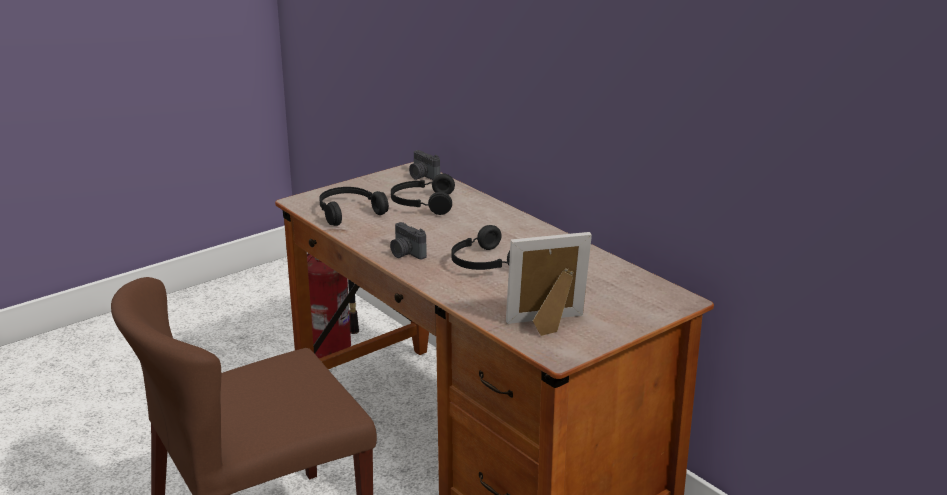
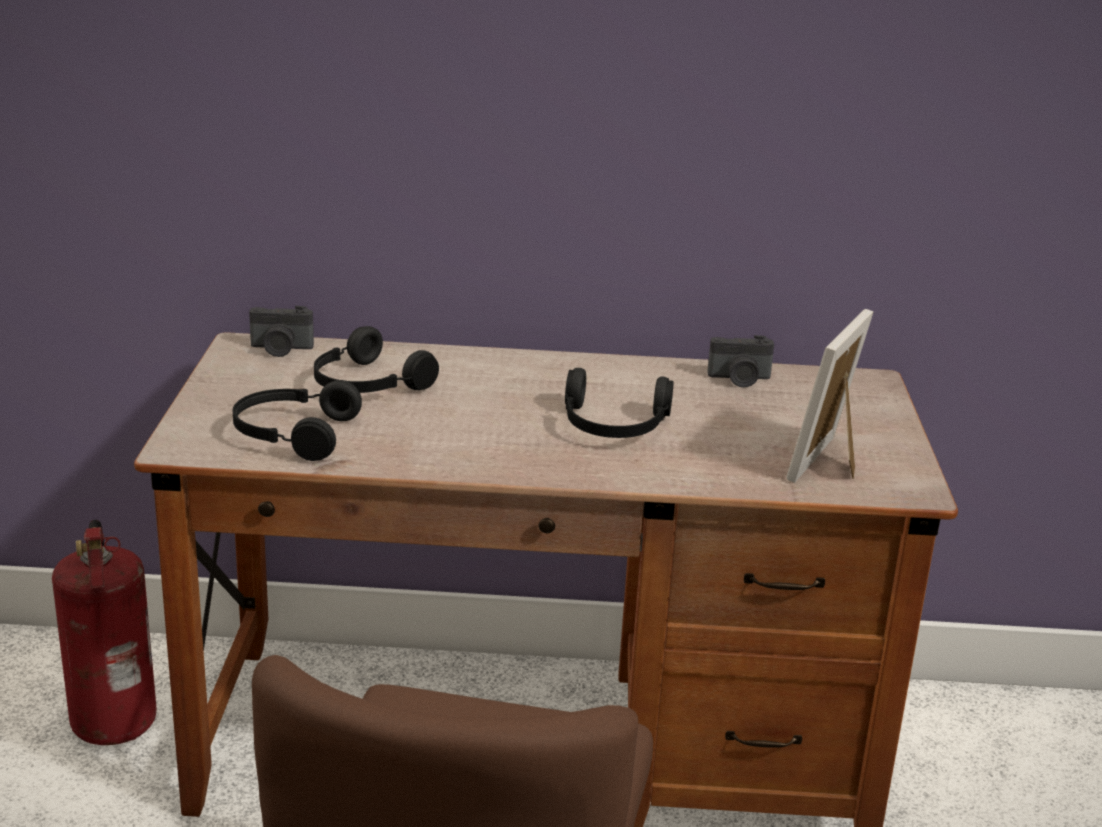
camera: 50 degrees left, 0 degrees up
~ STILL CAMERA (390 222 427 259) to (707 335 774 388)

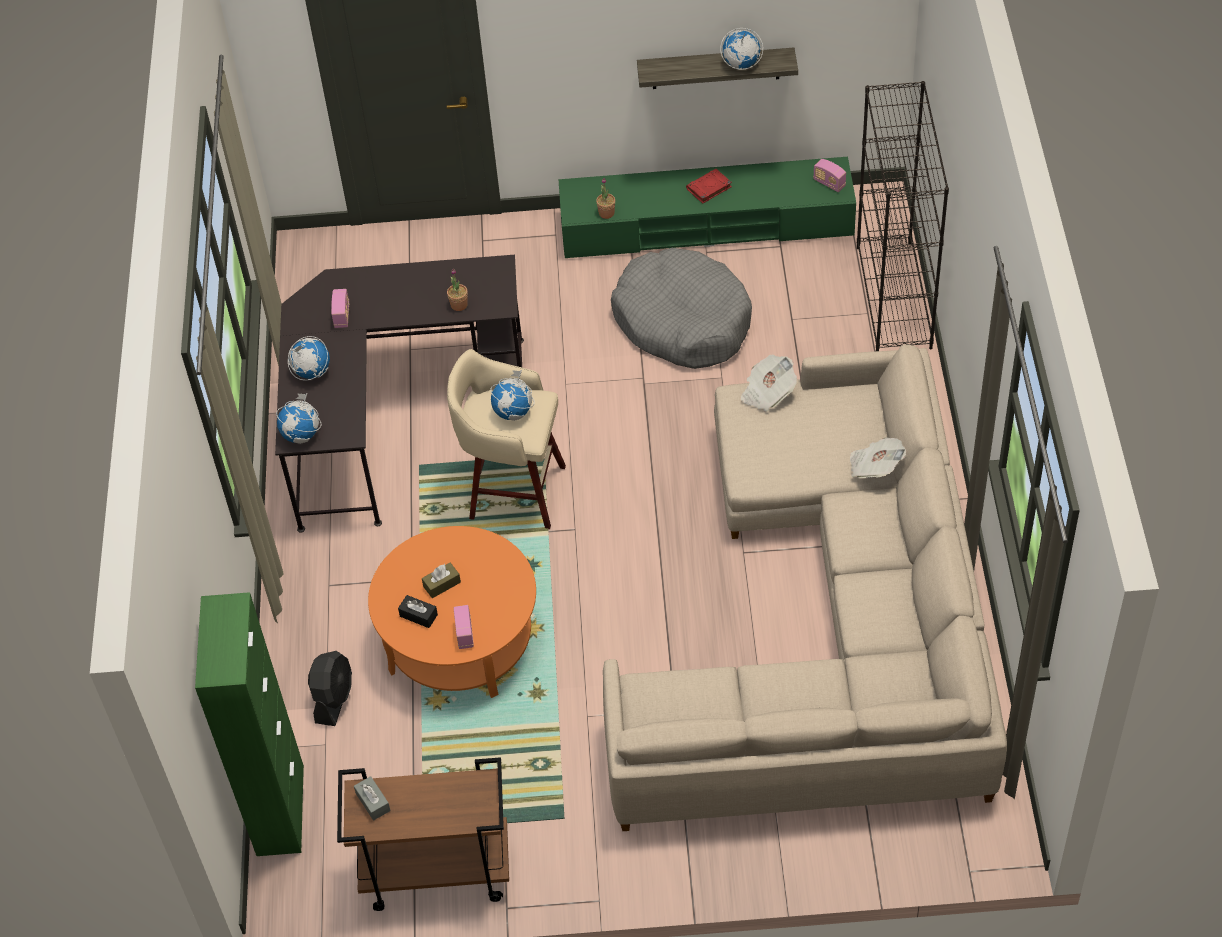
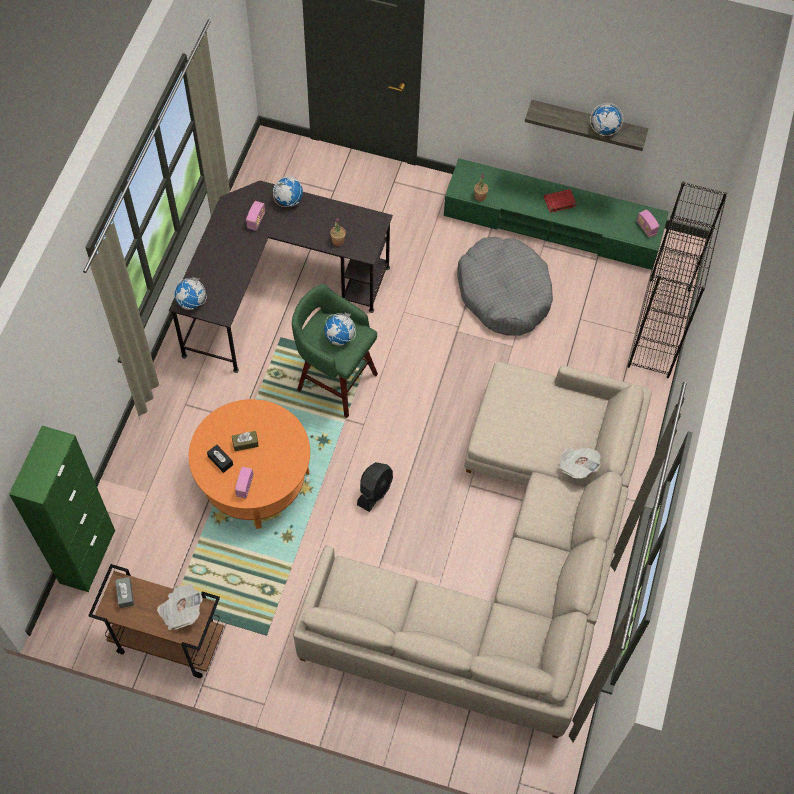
camera: 15 degrees right, 10 degrees up
~ WORLD GLOBE (288 336 330 380) to (273 176 303 207)
~ BLACKISH ELECTRIC FAN (308 651 352 726) to (357 462 393 512)
~ BEIGE STOOL (447 349 566 529) to GREENISH STOOL (292 284 378 418)
~ NEWSPAPER (740 354 797 412) to (157 584 203 630)

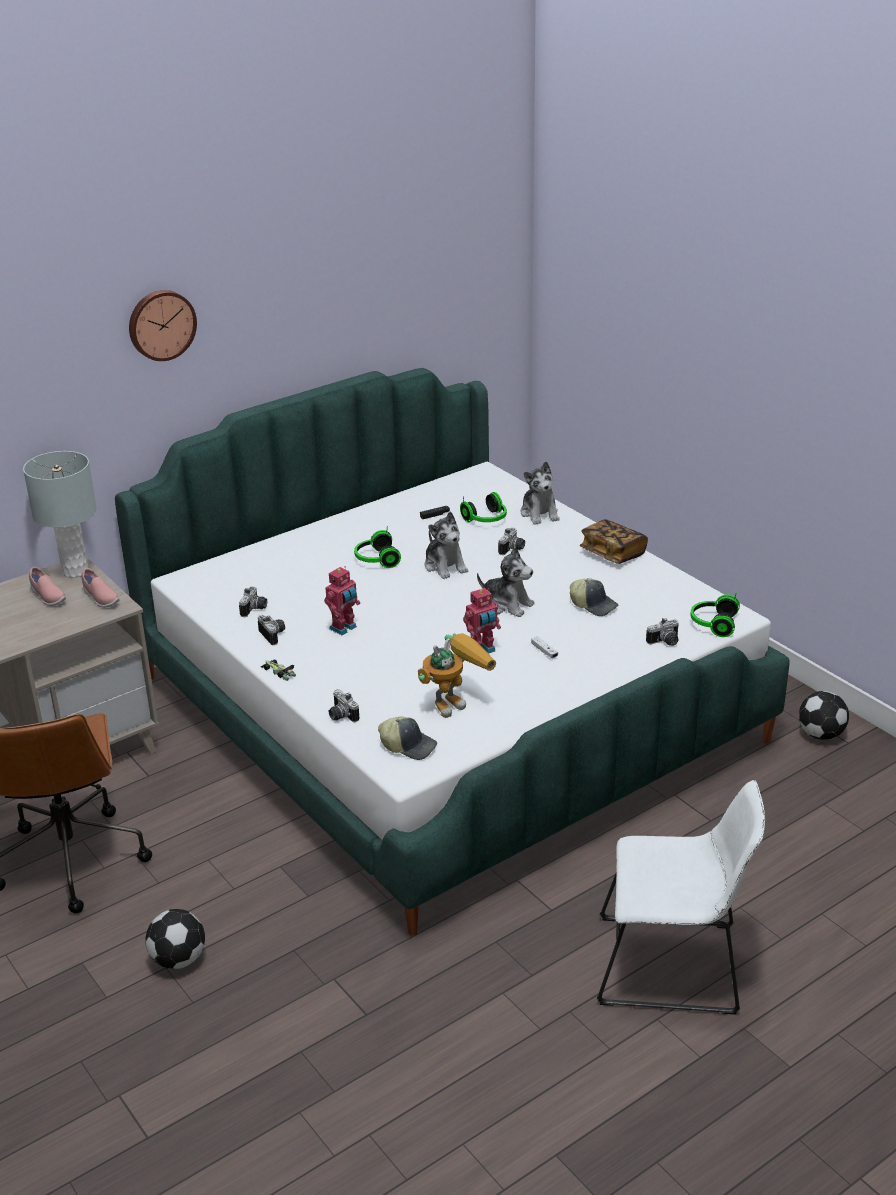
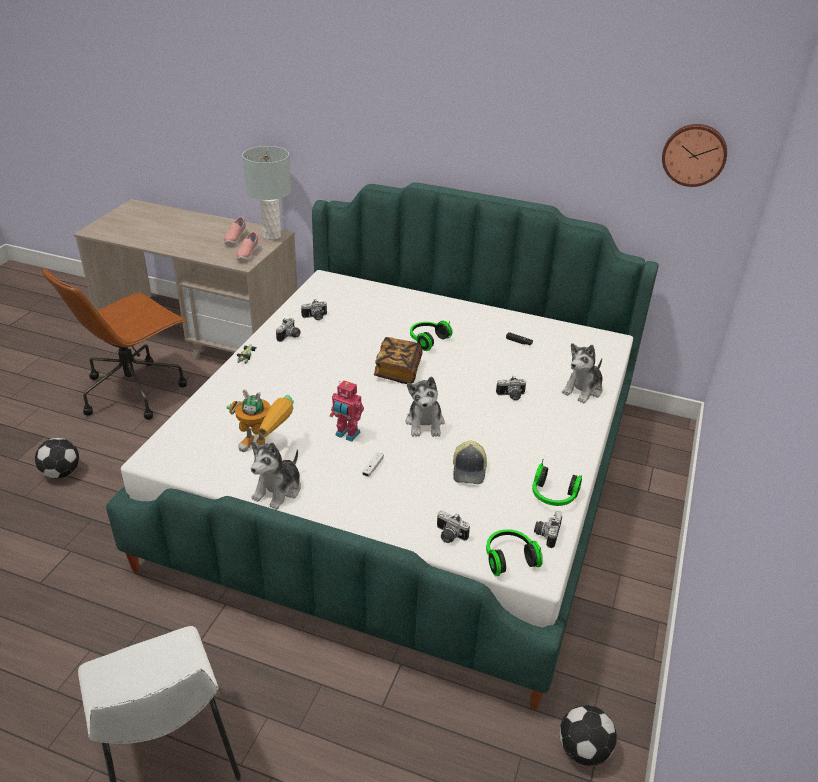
camera: 55 degrees right, 5 degrees up
~ CLOCK ON THE WALL (129 290 197 361) to (662 124 727 187)
- MODEL ROBOT (324 566 360 635)
~ STILL CAMERA (329 689 359 722) to (534 511 562 548)
- CAP (378 716 437 760)
~ CUDDLY TOY (425 512 468 579) to (251 441 301 510)
~ HEADSET (460 492 507 522) to (532 460 582 506)
~ BOOK (580 519 648 564) to (374 337 422 384)

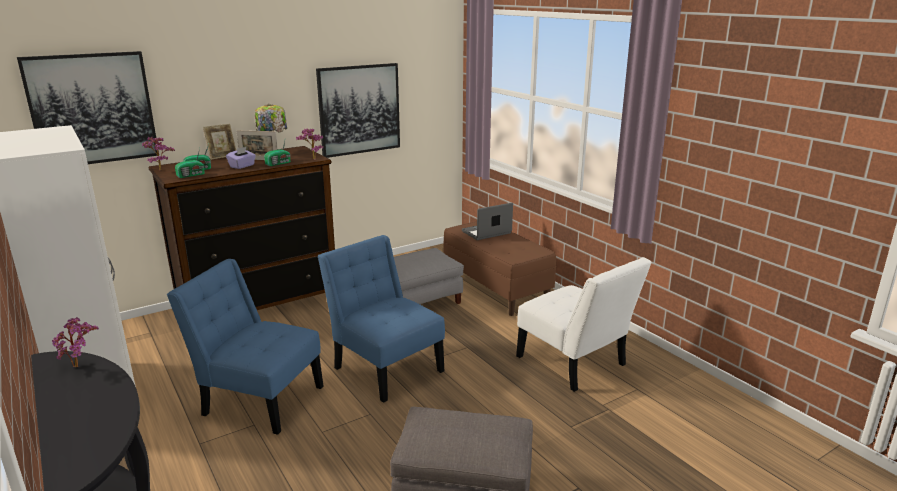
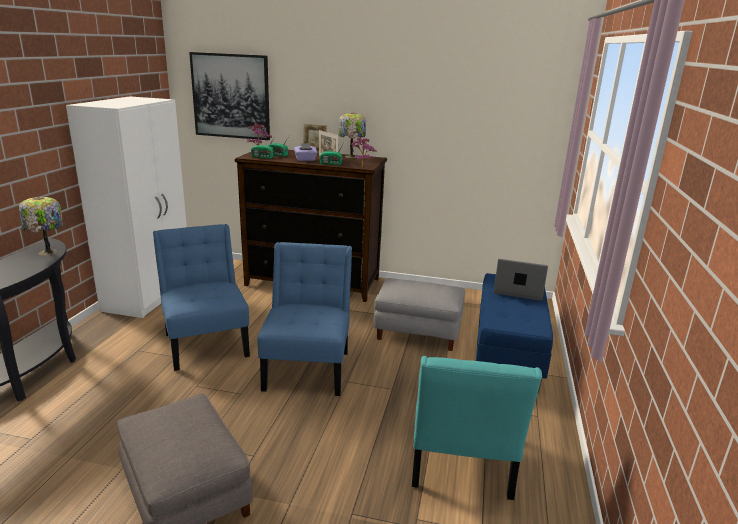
camera: 45 degrees right, 0 degrees up
~ PLANT IN A POT (52 317 99 367) to TABLE LAMP (19 196 63 255)
- WALL ART (316 63 400 158)
~ BROWNISH LONG SEAT (443 221 556 316) to BLUE LONG SEAT (476 273 553 395)
~ WHITE-COLOURED UPRIGHT CHAIR (516 257 652 392) to TURQUOISE-COLOURED UPRIGHT CHAIR (412 356 542 500)

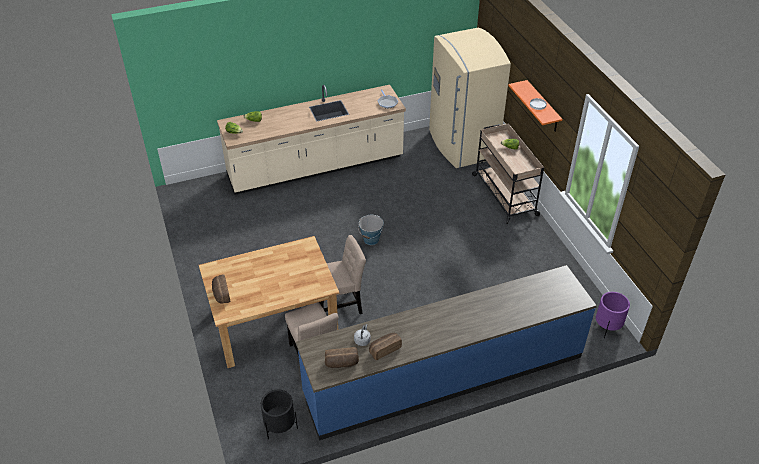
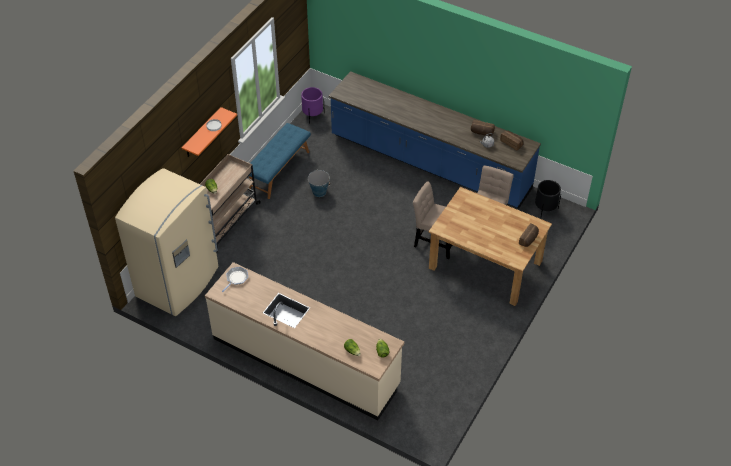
camera: 130 degrees left, 5 degrees up
~ PAIL (358 215 384 245) to (308 170 330 197)
+ BLUE LONG SEAT (249 123 311 199)

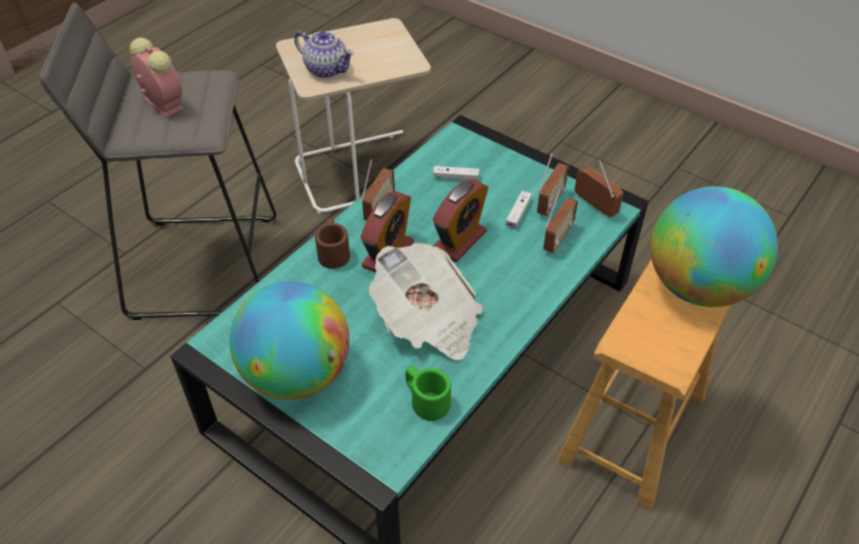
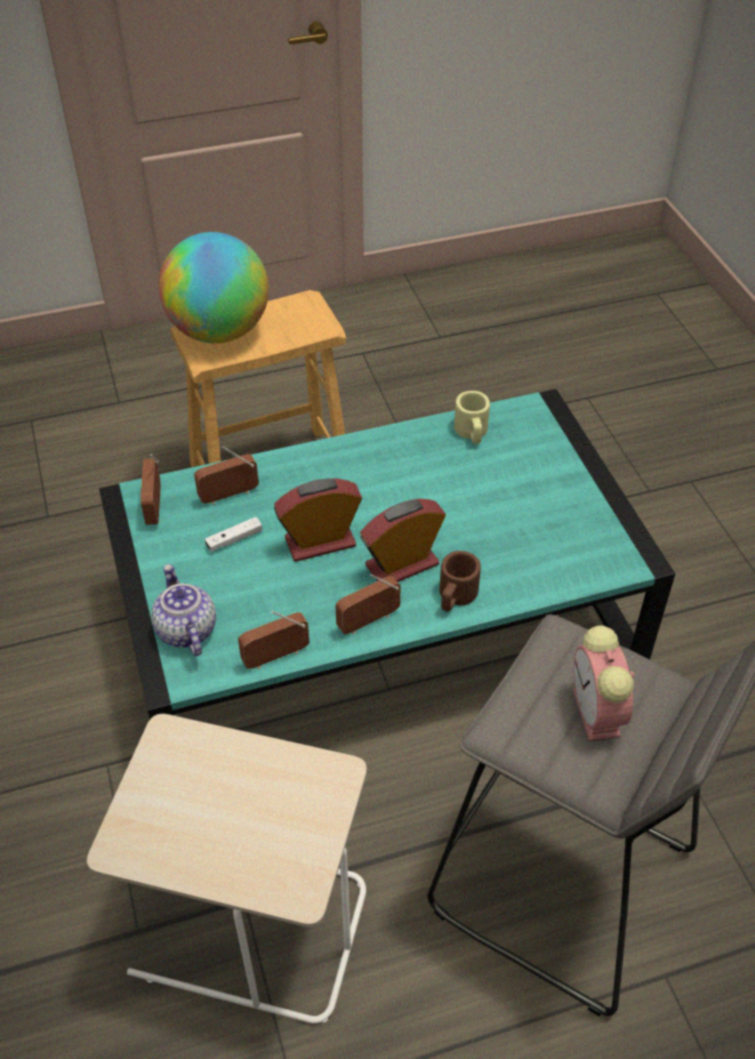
camera: 145 degrees left, 0 degrees up
- WORLD GLOBE (230 281 350 400)
~ TEA POT (294 30 354 78) to (151 564 216 656)
- NEWSPAPER (369 243 483 360)
~ GREENISH MUG (405 366 451 421) to BEIGE MUG (454 391 490 444)
- WHITE-COLOURED JOYPAD (433 166 479 181)
~ RADIO (537 153 569 216) to (238 611 309 669)

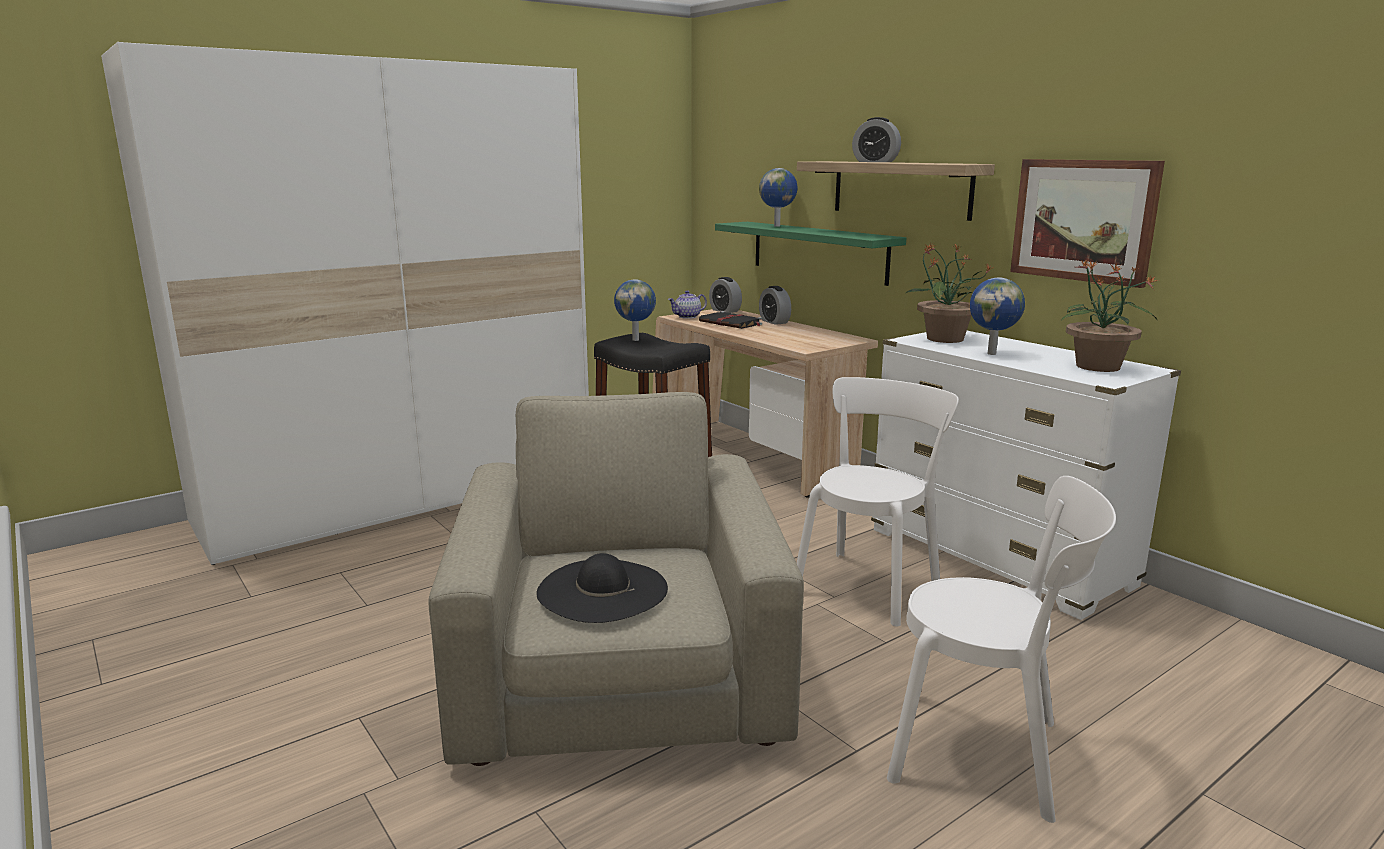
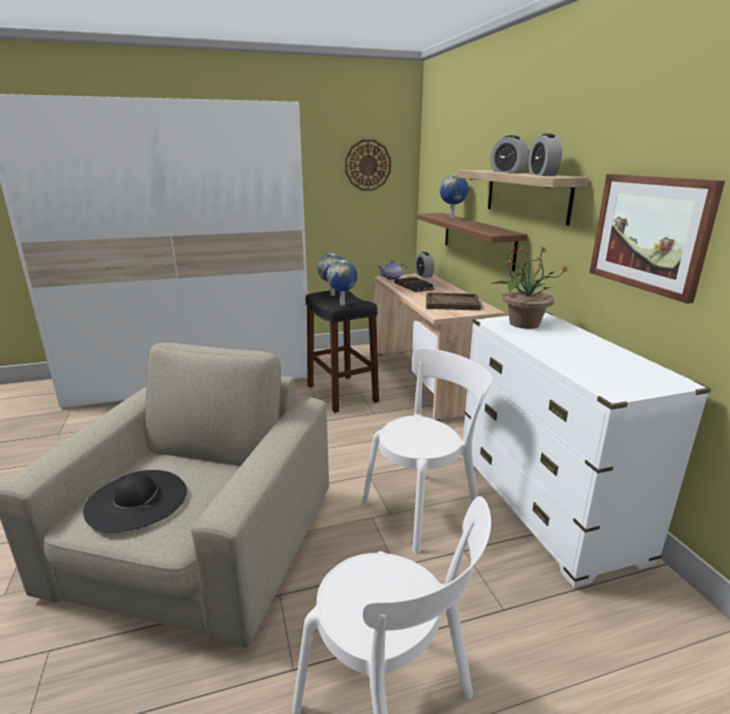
camera: 20 degrees right, 5 degrees up
~ GREENISH WALL SHELF (715 222 906 286) to BROWNISH WALL SHELF (415 213 527 271)
~ TABLE CLOCK (759 286 791 325) to (528 133 562 176)
~ WORLD GLOBE (970 278 1025 355) to (327 260 357 306)
- PLANT IN A POT (1061 259 1159 372)
+ CLOCK ON THE WALL (345 139 391 191)
+ BROWNISH CARRYING TRAY (426 292 481 310)

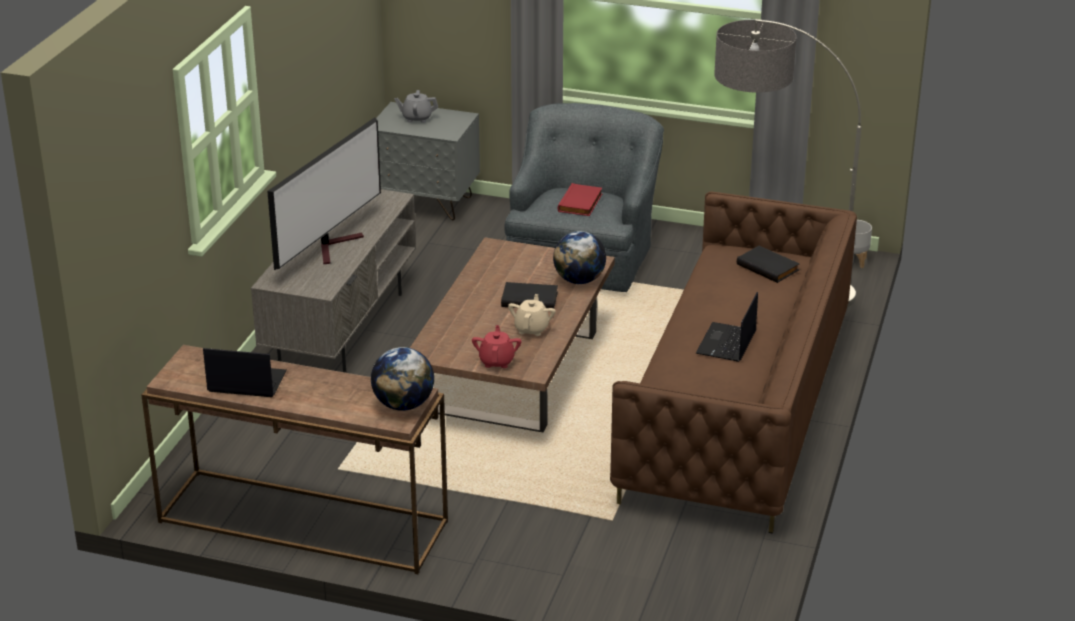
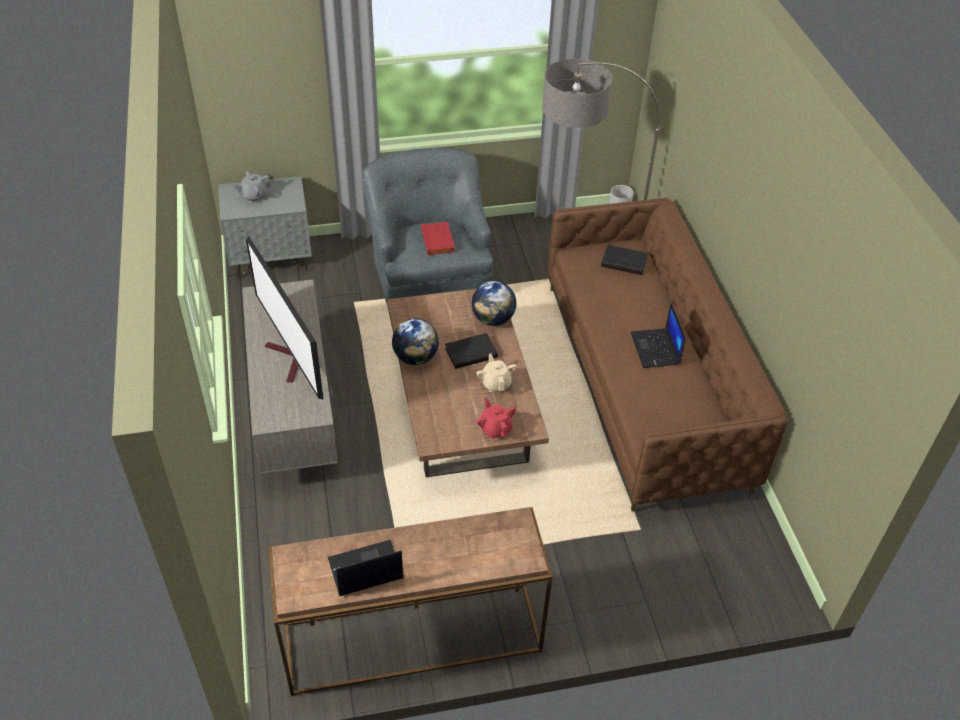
camera: 30 degrees left, 15 degrees up
~ TV SET (267 117 381 270) = (246 236 324 400) 150 degrees clockwise
~ WORLD GLOBE (371 347 434 411) to (392 318 439 365)

